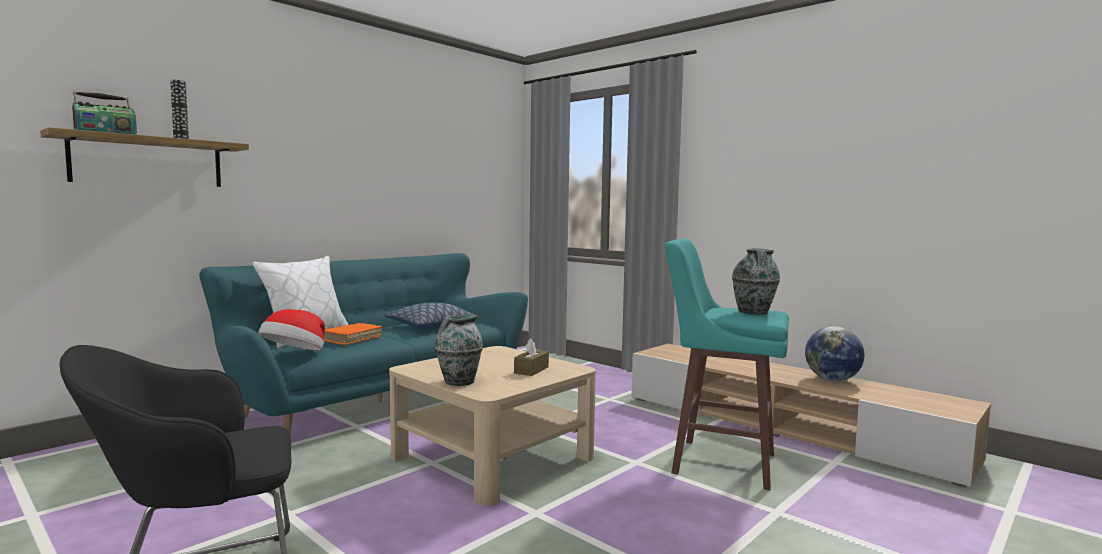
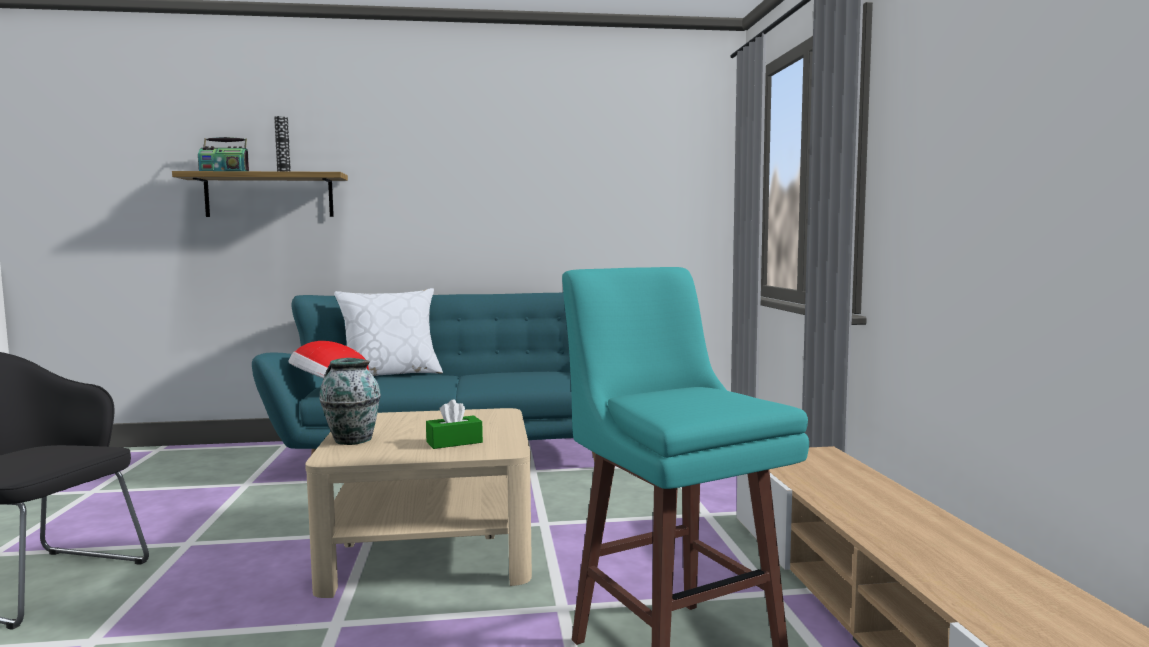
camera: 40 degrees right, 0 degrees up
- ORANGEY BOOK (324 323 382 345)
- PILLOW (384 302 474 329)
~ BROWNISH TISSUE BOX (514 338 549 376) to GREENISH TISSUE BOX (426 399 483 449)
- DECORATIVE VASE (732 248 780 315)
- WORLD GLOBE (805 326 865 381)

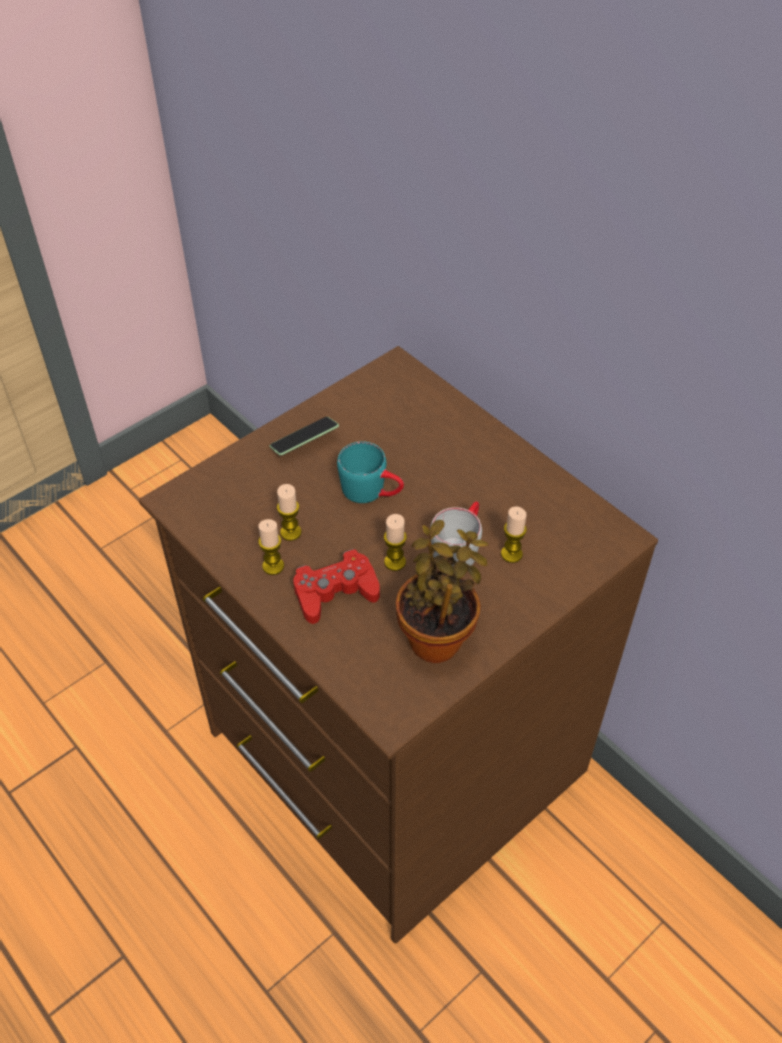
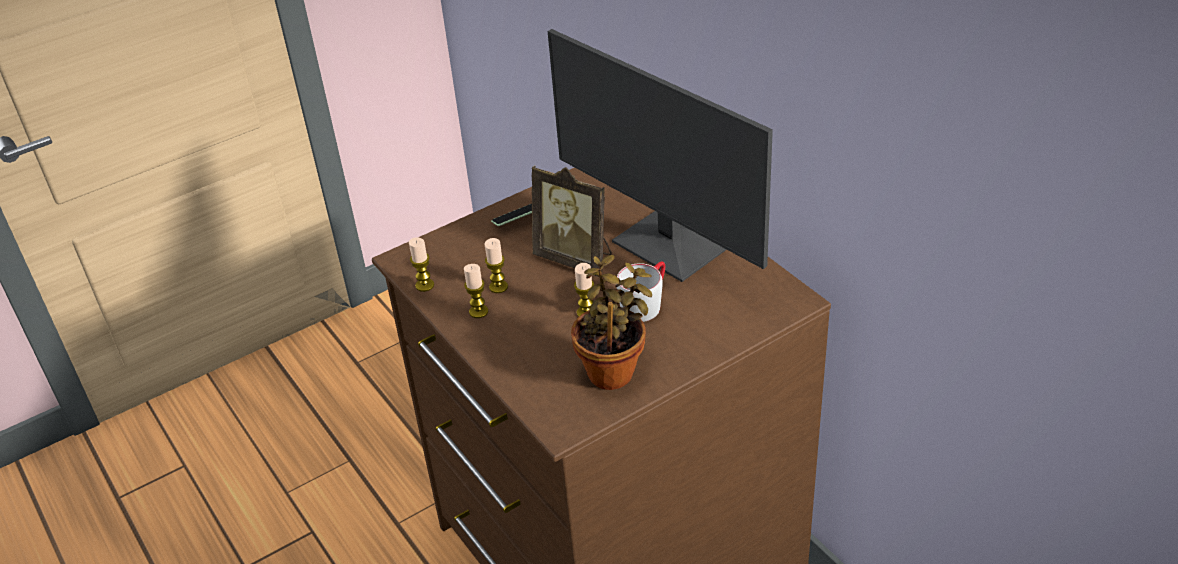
camera: 10 degrees right, 10 degrees down
- REDDISH JOYPAD (294 549 380 624)
~ TURQUOISE-COLOURED MUG (337 441 404 503) to STANDING FRAME (532 165 612 277)
~ CANDLE (501 506 527 563) to (409 237 434 292)
+ MONITOR (548 29 773 282)

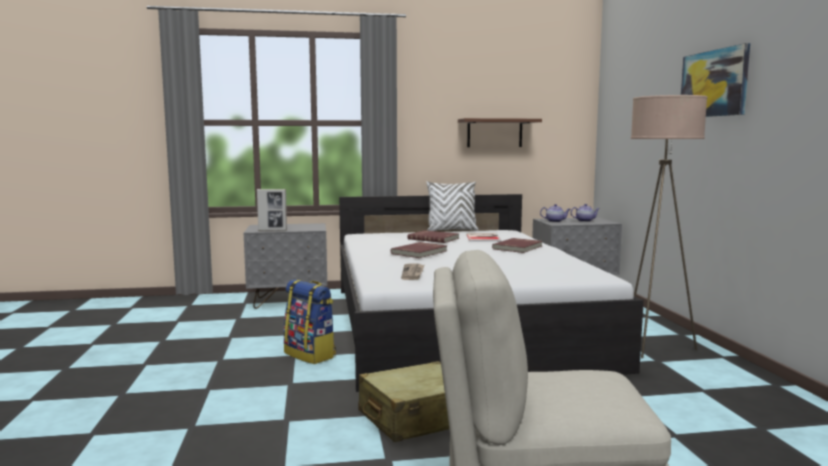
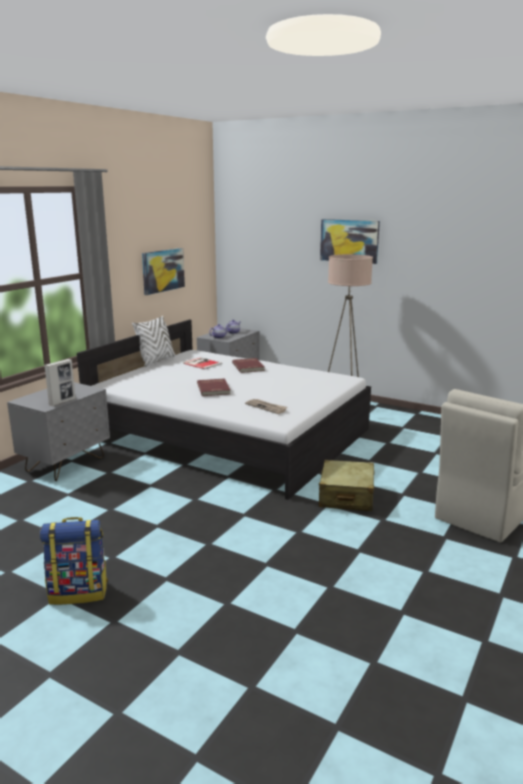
camera: 50 degrees left, 10 degrees up
~ BACKPACK (283 279 336 364) to (40 517 108 605)
- REDDISH BOOK (408 230 459 243)
~ BROWNISH WALL SHELF (458 118 542 147) to WALL ART (142 248 185 295)

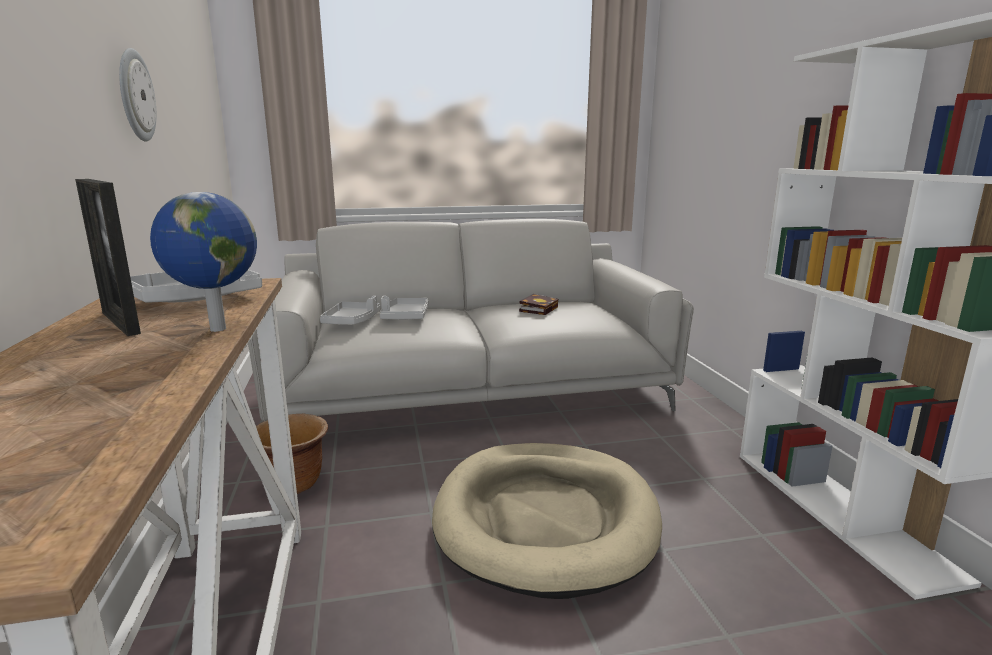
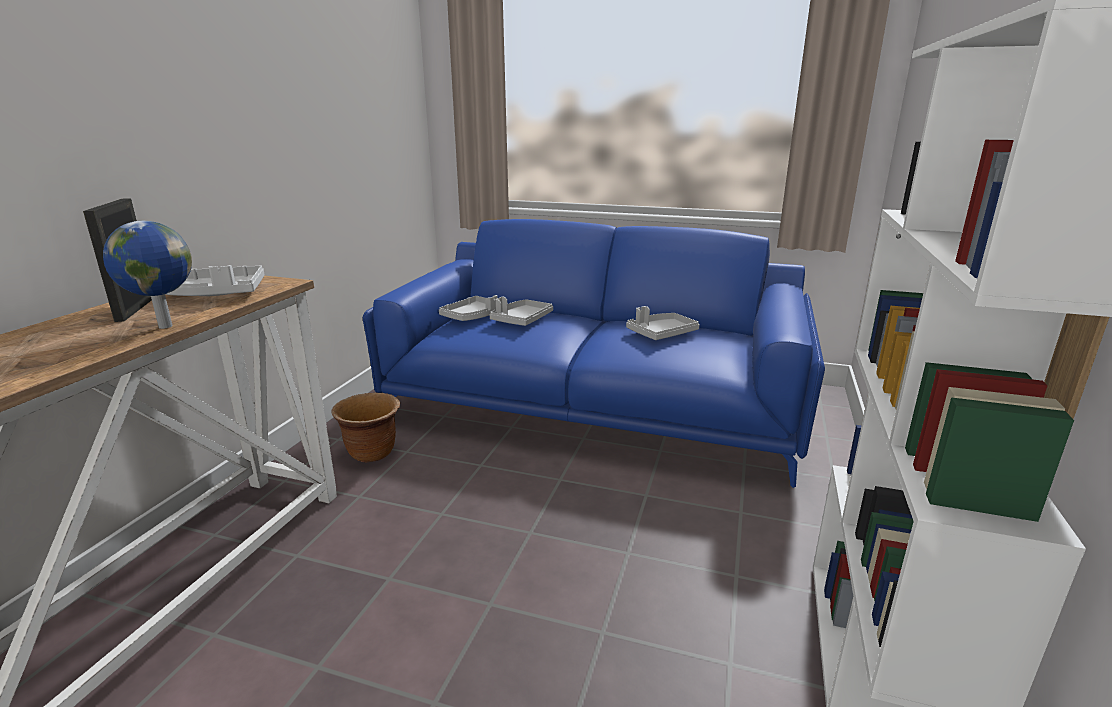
camera: 30 degrees right, 5 degrees up
- CLOCK ON THE WALL (119 48 156 142)
~ GRAY SOFA (248 219 694 422) to BLUE SOFA (363 219 825 488)
- BEIGE DOG BED (432 443 662 599)
~ BOOK (519 294 558 315) to GRAY CARRYING TRAY (626 306 700 340)

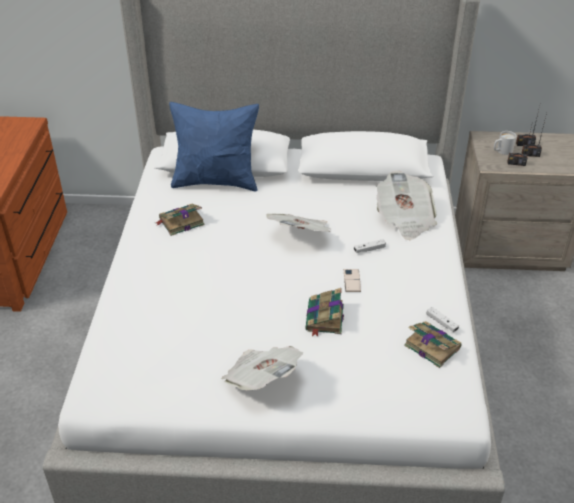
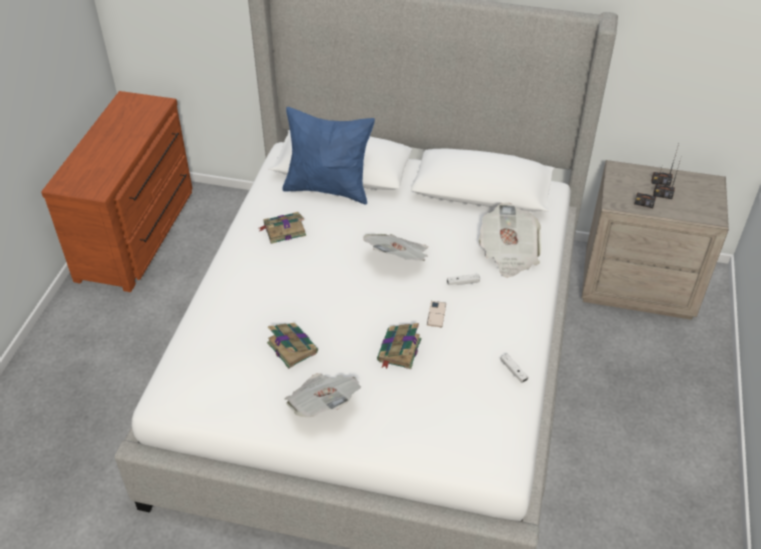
camera: 10 degrees right, 5 degrees up
~ BOOK (404 321 462 368) to (267 323 318 369)
- WHITE-COLOURED MUG (494 131 516 155)

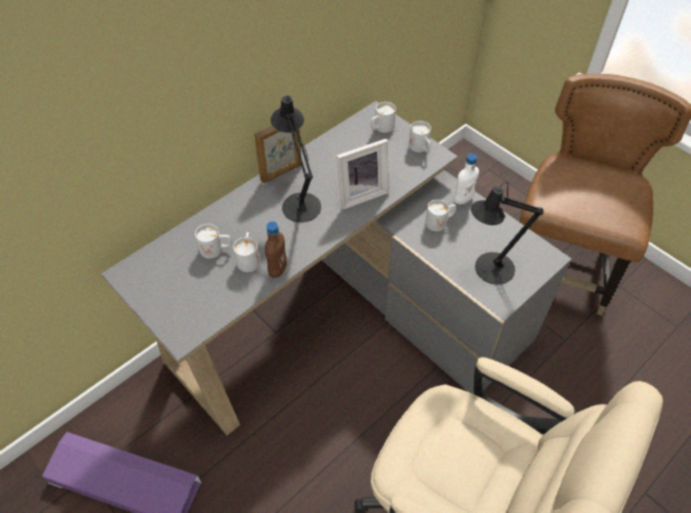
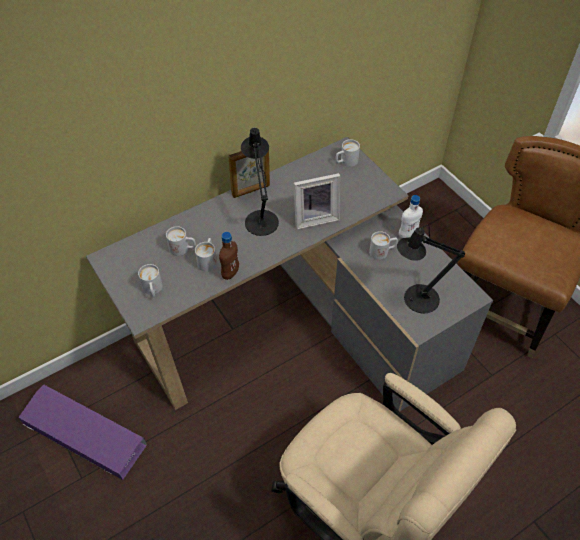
camera: 10 degrees right, 0 degrees up
~ WHITE-COLOURED MUG (409 121 431 153) to (138 264 163 297)

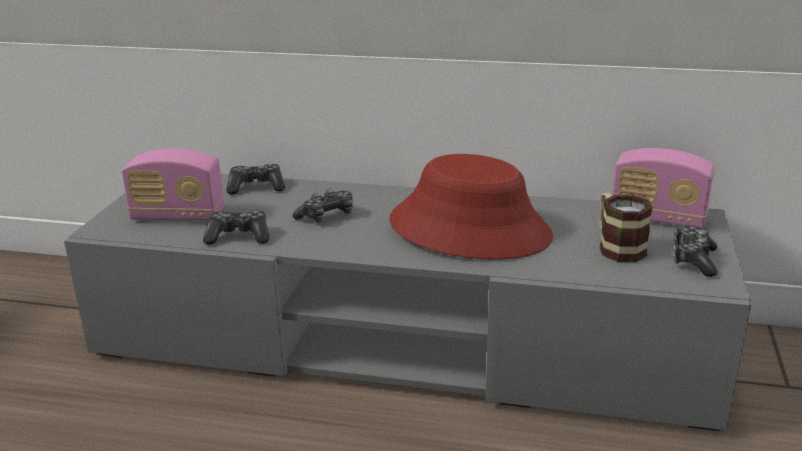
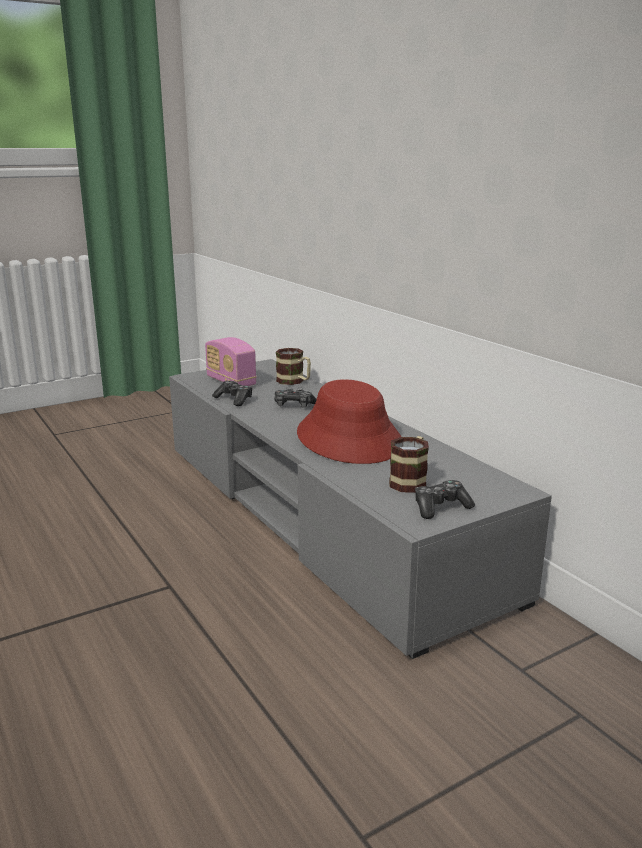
camera: 45 degrees right, 5 degrees down
~ JOYPAD (226 164 285 194) to MUG (276 348 311 385)
- RADIO (612 148 714 229)

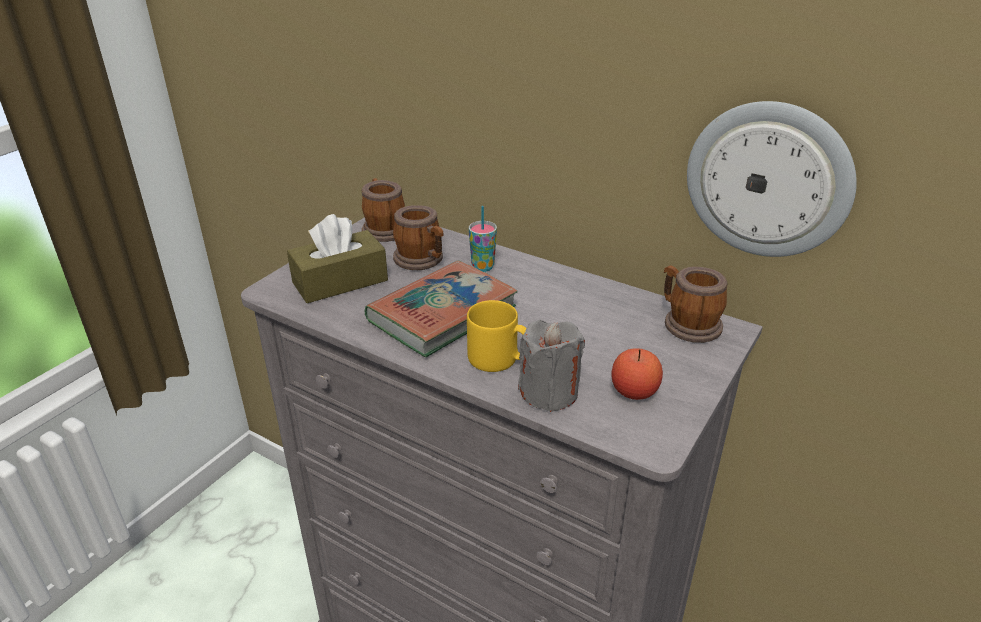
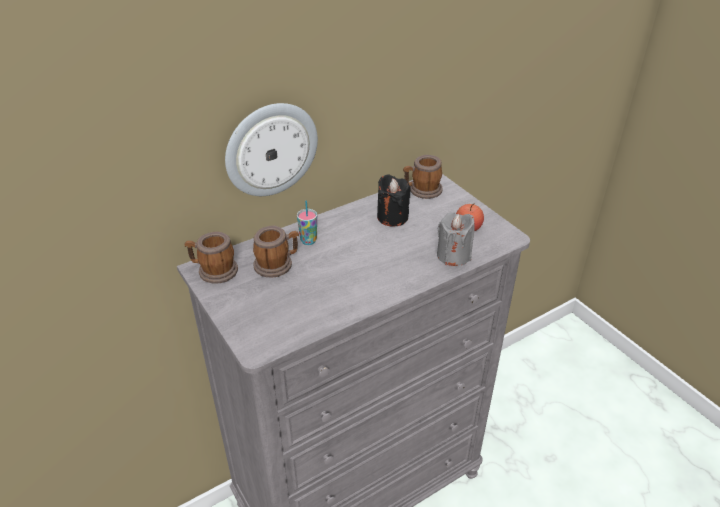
camera: 65 degrees left, 5 degrees up
- BROWNISH TISSUE BOX (287 214 388 303)
- BOOK (365 260 518 357)
- YELLOWISH MUG (467 300 527 372)
~ CLOCK ON THE WALL (687 101 857 257) to (225 103 318 196)
+ BLACKISH CANDLE (377 174 410 226)

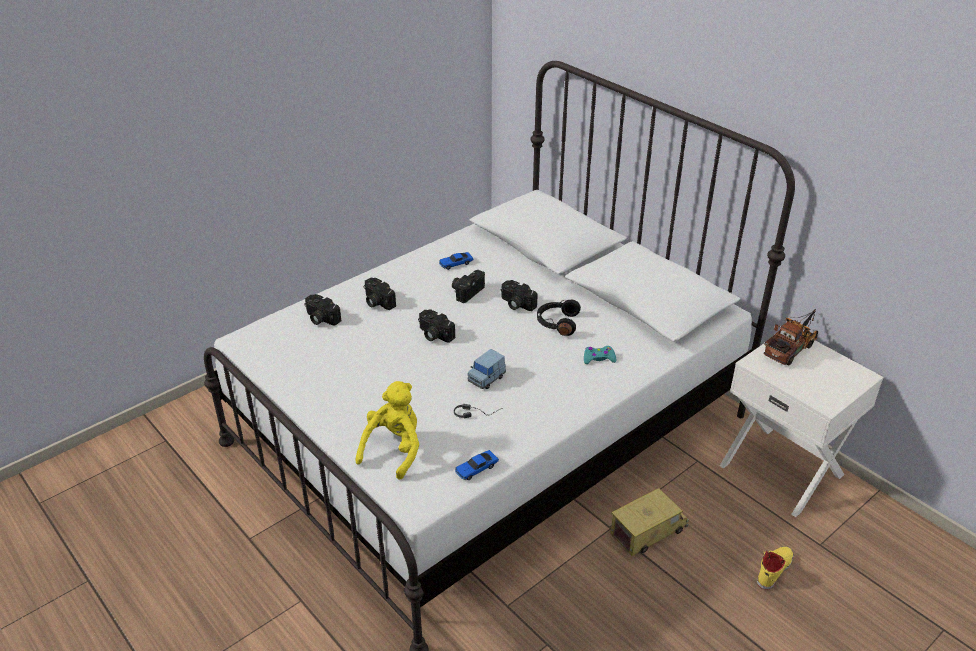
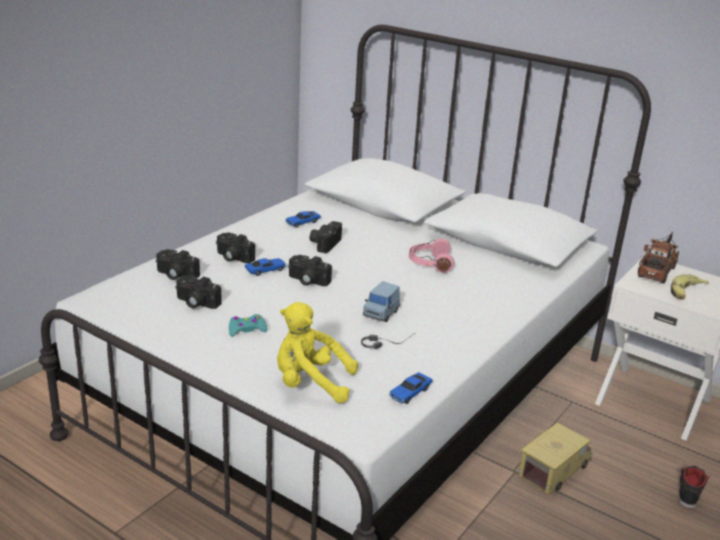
camera: 15 degrees left, 10 degrees down
~ YELLOWISH CUDDLY TOY (356 381 419 480) = (277 302 358 403) 90 degrees counterclockwise
~ STILL CAMERA (501 280 537 311) to (175 275 222 309)
~ BLACKISH HEADSET (537 300 581 336) to PINK-COLOURED HEADSET (409 239 454 273)
~ TURQUOISE-COLOURED JOYPAD (584 346 616 364) to (229 314 268 336)
~ YELLOWISH LOW SHOE (757 547 793 590) to BLACKISH LOW SHOE (679 466 710 509)
+ MODEL CAR (245 258 286 276)
+ BANANA (671 274 709 300)

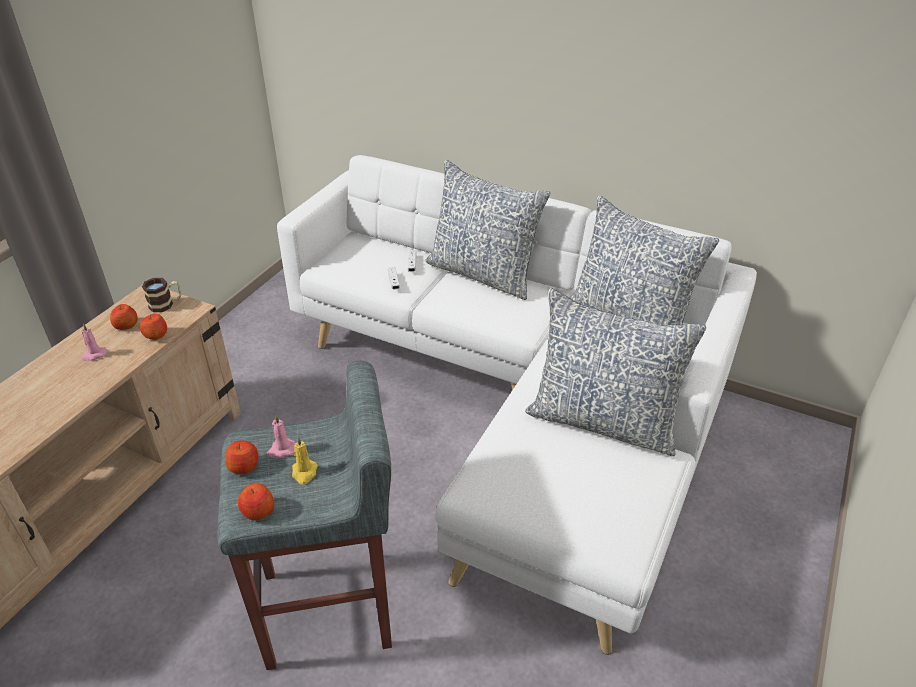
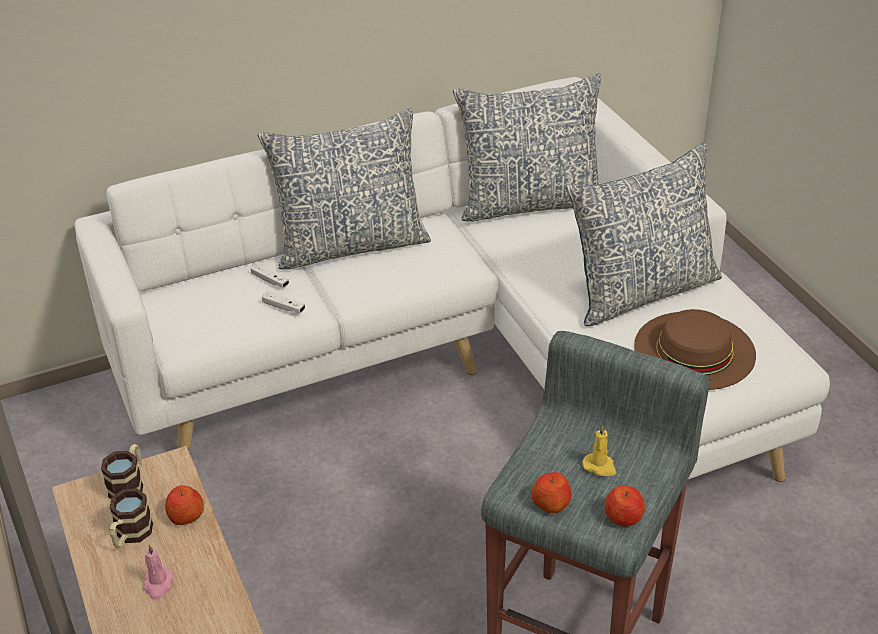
camera: 50 degrees left, 0 degrees up
~ APPLE (110 304 138 330) to MUG (109 488 153 548)
- PINK-COLOURED CANDLE (267 415 296 458)
+ BROWNISH CLOTHING HAT (634 309 756 390)

